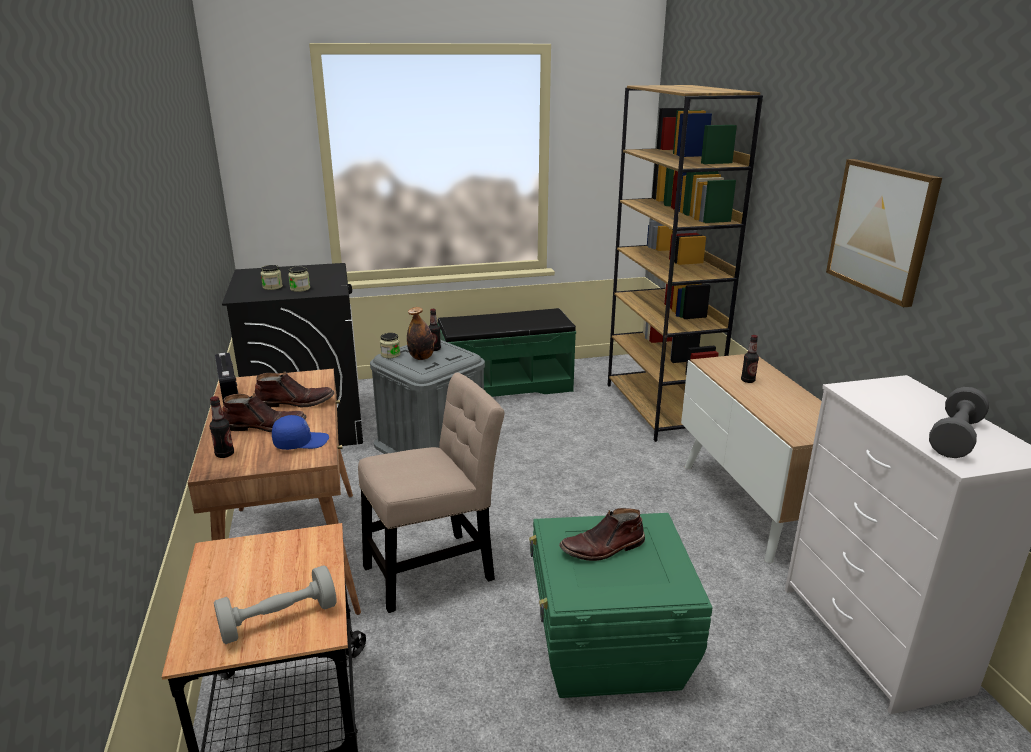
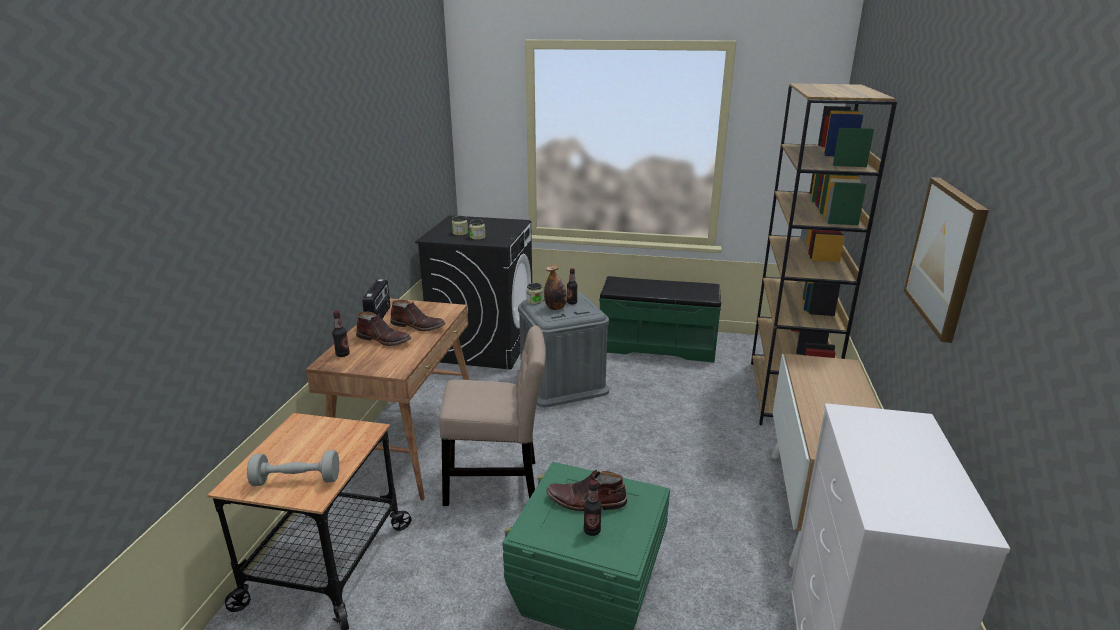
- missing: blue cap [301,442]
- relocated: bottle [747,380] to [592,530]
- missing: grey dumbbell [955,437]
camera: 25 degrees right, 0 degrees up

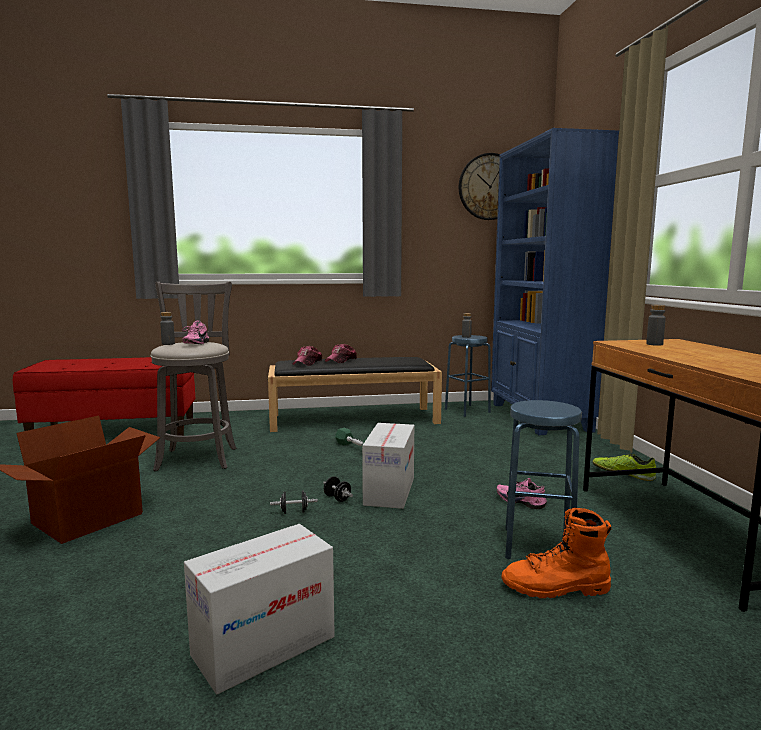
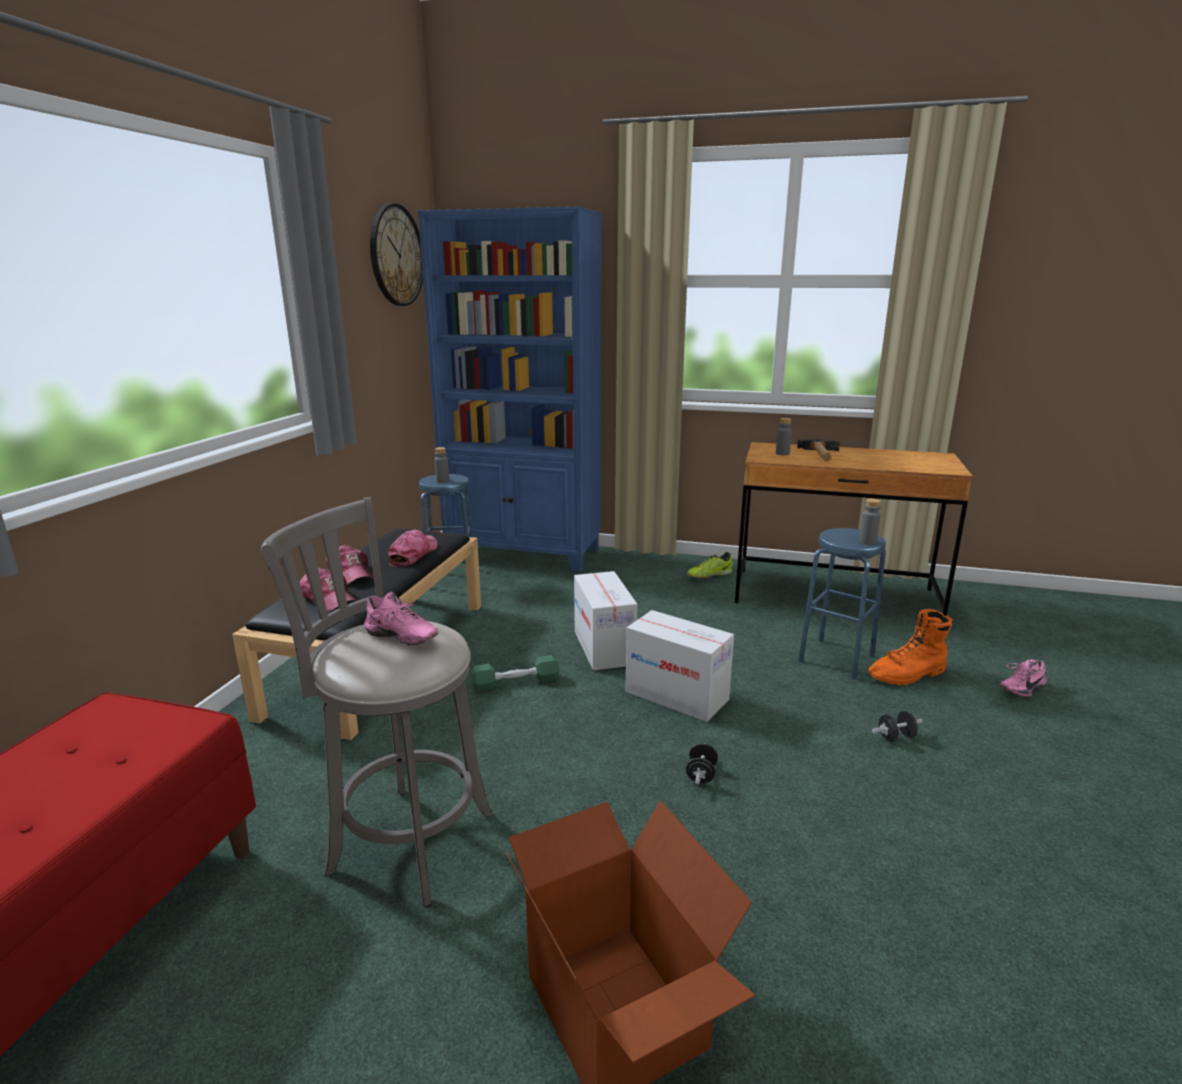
- relocated: grey bottle [168,344] to [867,541]
- relocated: cardboard box [264,646] to [604,648]
- relocated: black dumbbell [337,498] to [896,737]
- relocated: pink shoe [521,502] to [1020,688]
- spun: orange boot [556,588] = [908,675] 45 degrees clockwise
- appeared: cap [413,554]
- appeared: hammer [821,455]
camera: 65 degrees left, 10 degrees up

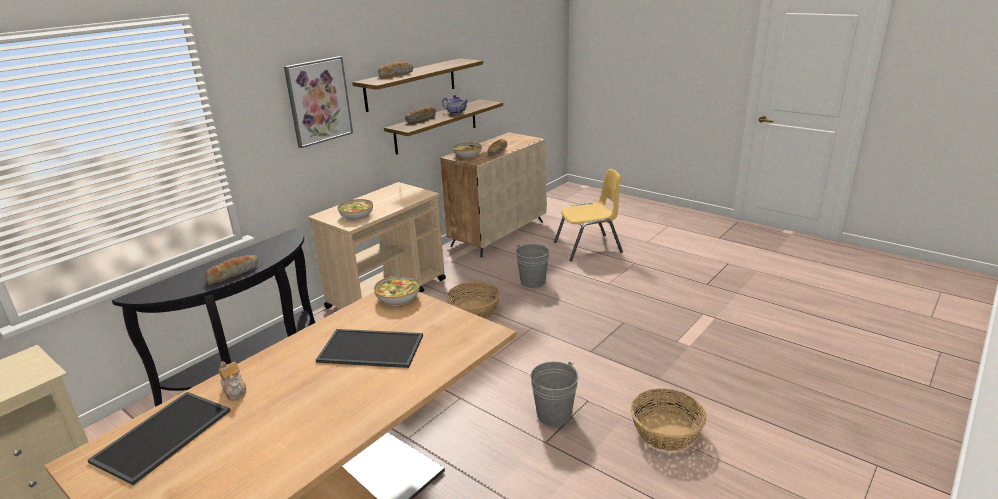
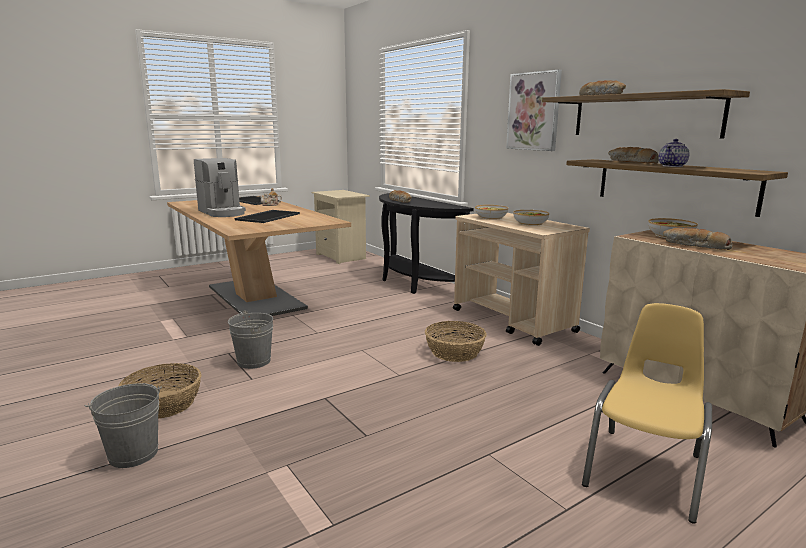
- relocated: bowl [398,298] to [530,223]
- relocated: grey bucket [532,281] to [133,454]
- spun: yellow chair [588,247] = [645,471] 150 degrees counterclockwise
- appeared: coffee machine [222,212]
camera: 105 degrees right, 10 degrees down

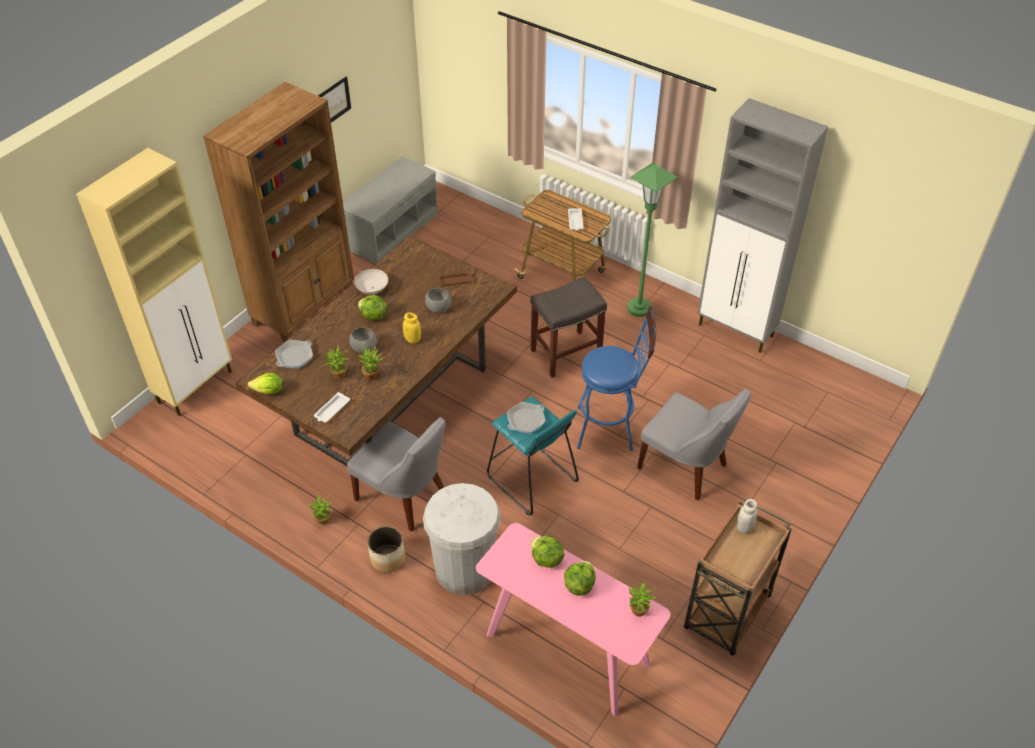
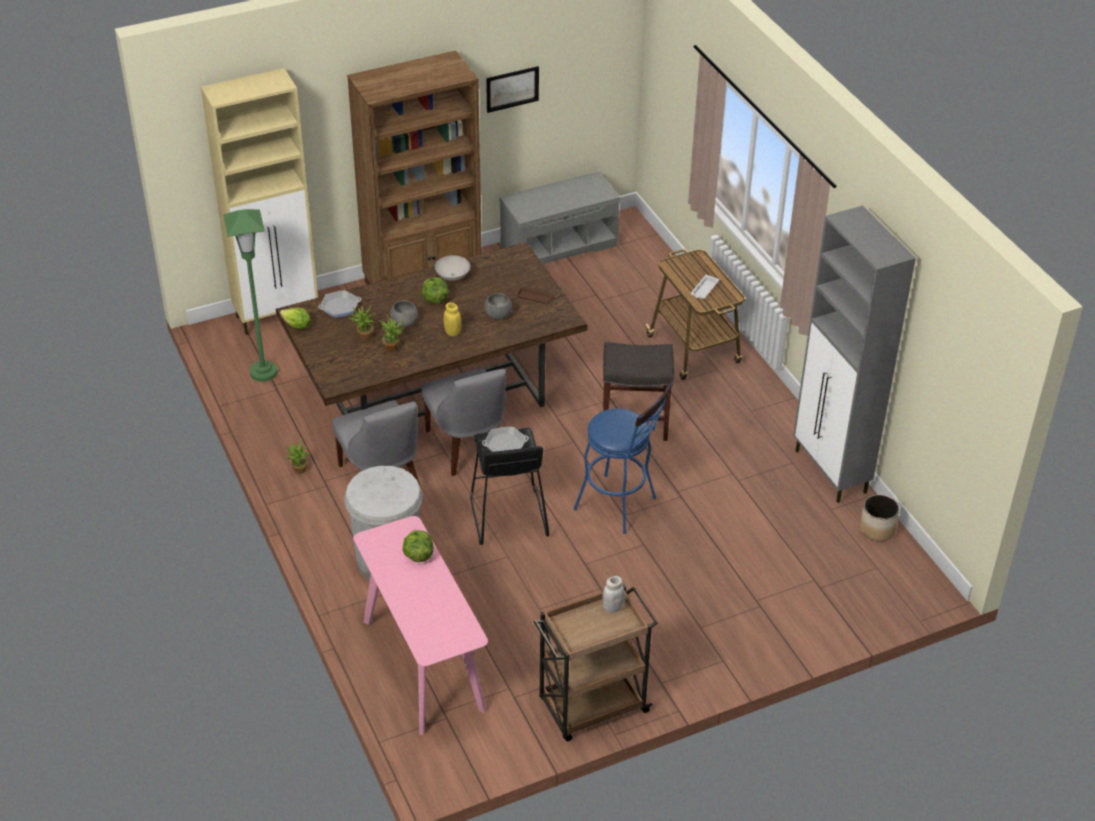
- missing: white tray [331,410]
- relocated: planter [388,558] to [877,530]
- colour: turquoise stool [531,479] to black stool [508,516]
- missing: lettuce [579,585]
- relocated: green floor lamp [639,308] to [263,372]
- missing: potted plant [638,613]
- relocated: grey chair [686,468] to [468,448]
camera: 30 degrees right, 5 degrees down

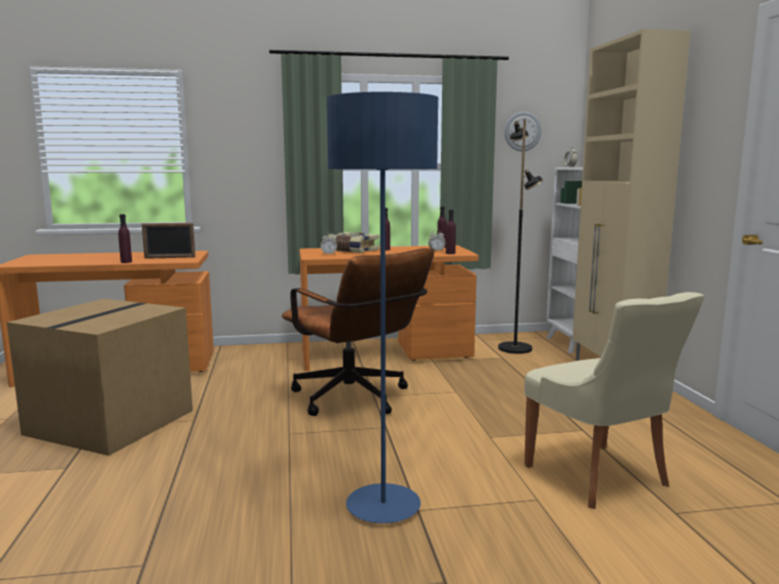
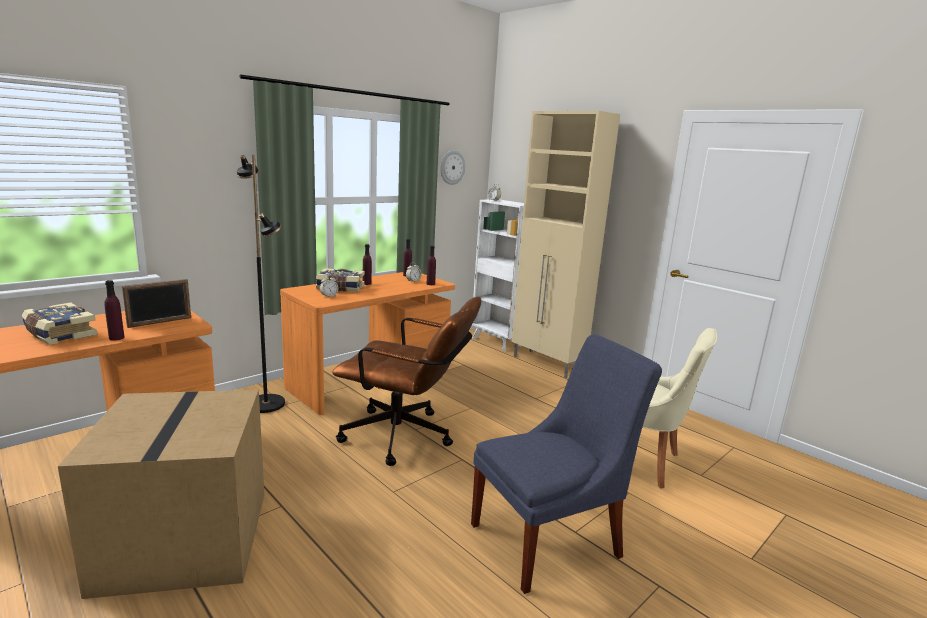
- exchanged: blue floor lamp [383,506] to blue chair [551,538]
- relocated: black floor lamp [515,348] to [266,404]
- appeared: book [59,334]
camera: 35 degrees left, 5 degrees up

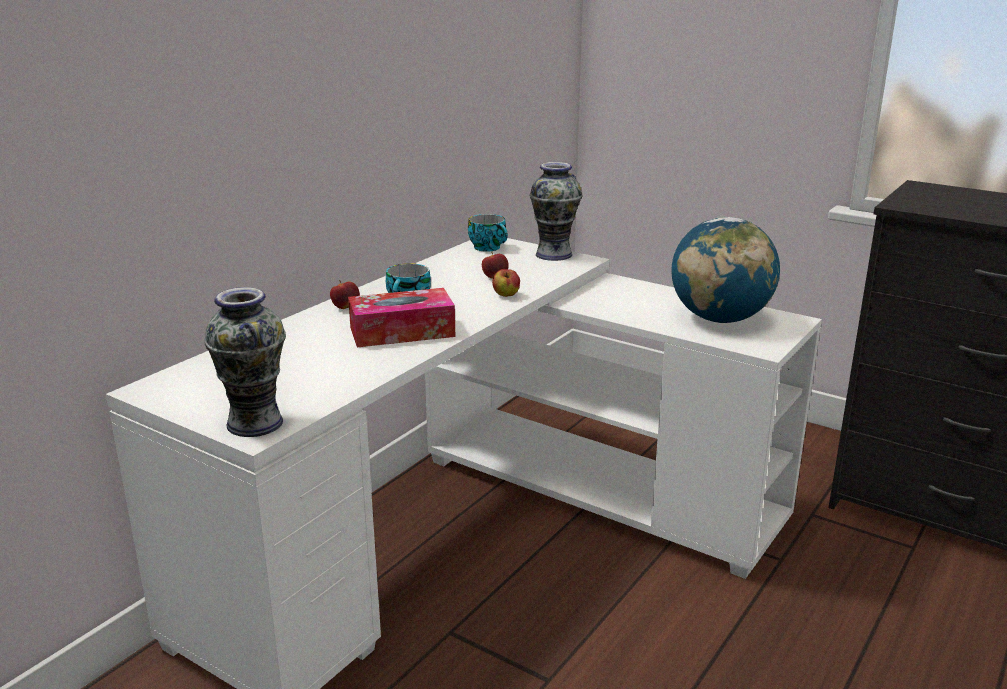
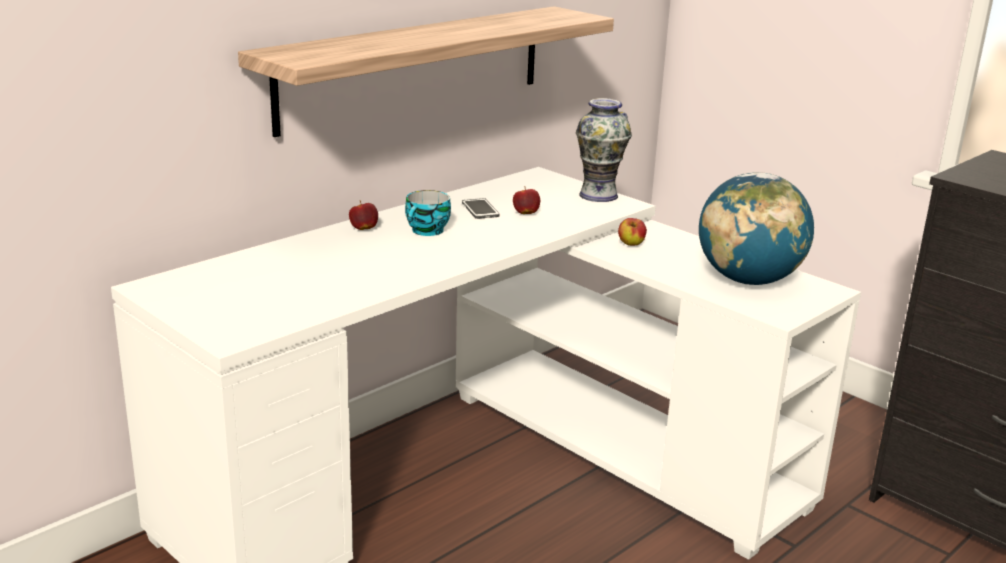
- missing: vase [254,423]
- missing: tissue box [402,332]
- missing: cup [489,248]
- relocated: apple [506,295] to [631,244]
- appeared: shelf [415,67]
- appeared: phone [480,210]
camera: 10 degrees right, 0 degrees up

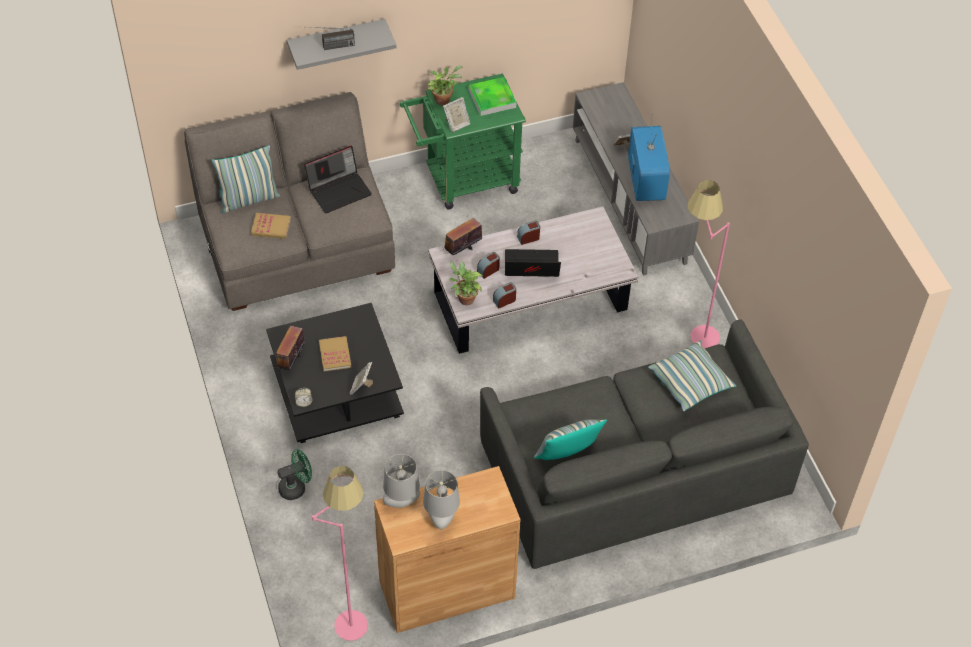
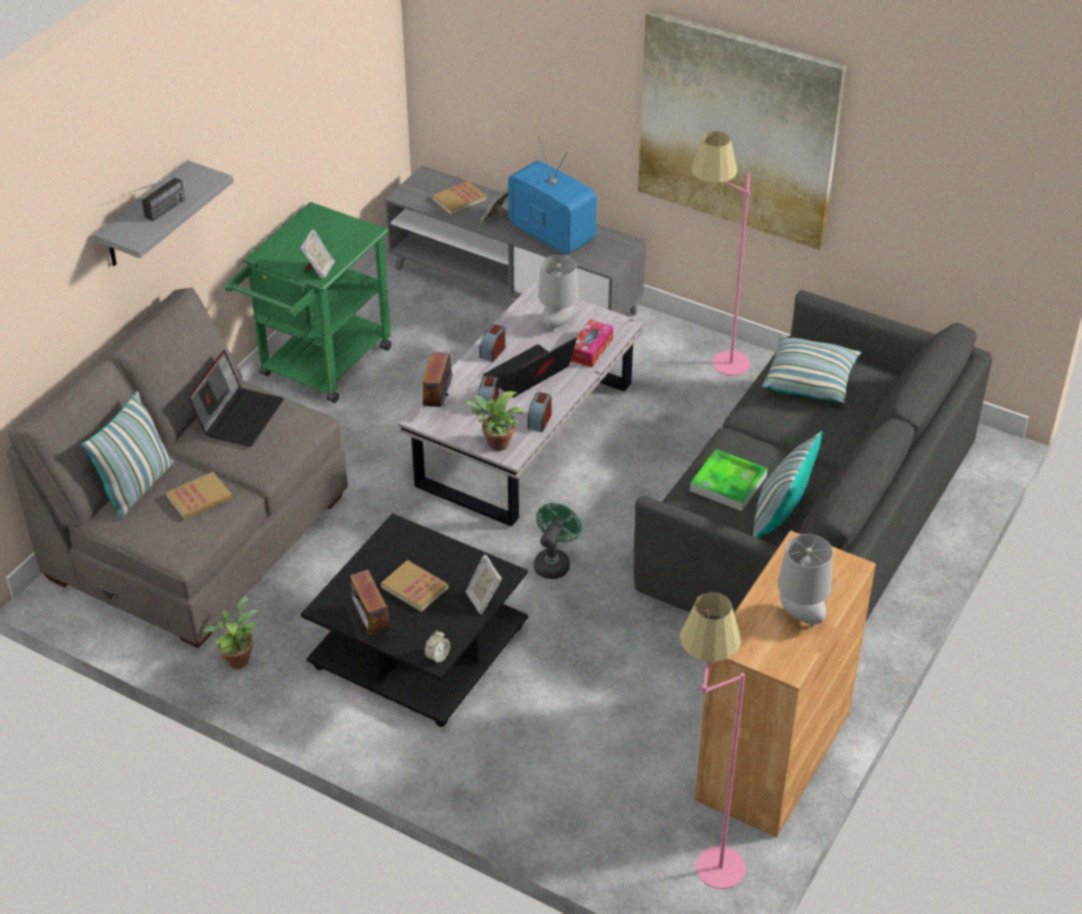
- relocated: green fan [296,487] to [554,562]
- relocated: grey table lamp [402,502] to [558,324]
- relocated: potted plant [443,99] to [237,658]
- relocated: tray [492,98] to [728,483]
- appeared: book [459,200]
- appeared: tissue box [590,349]
- appeared: picture [738,129]
camera: 40 degrees left, 10 degrees down

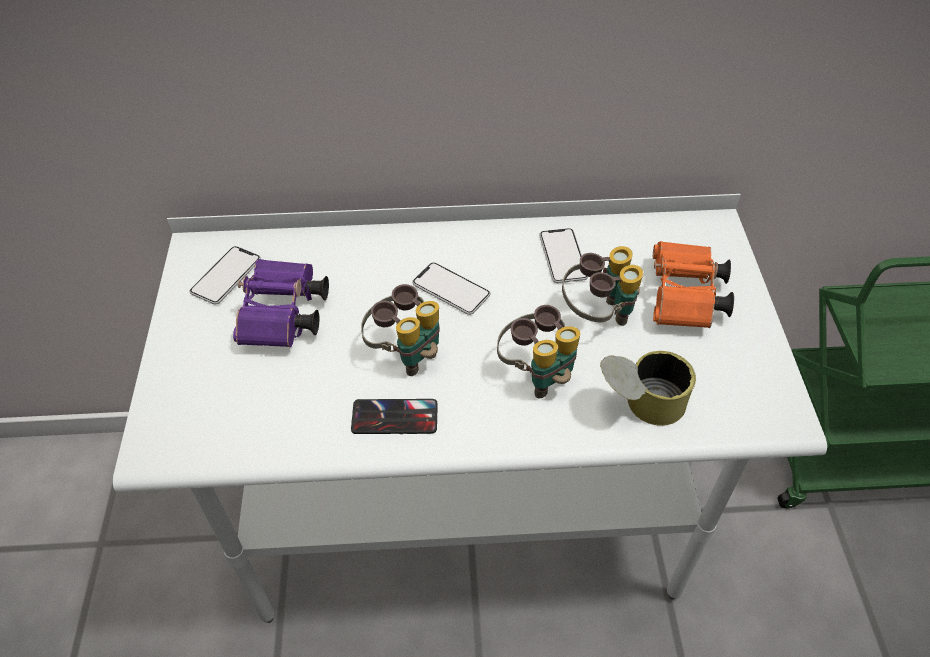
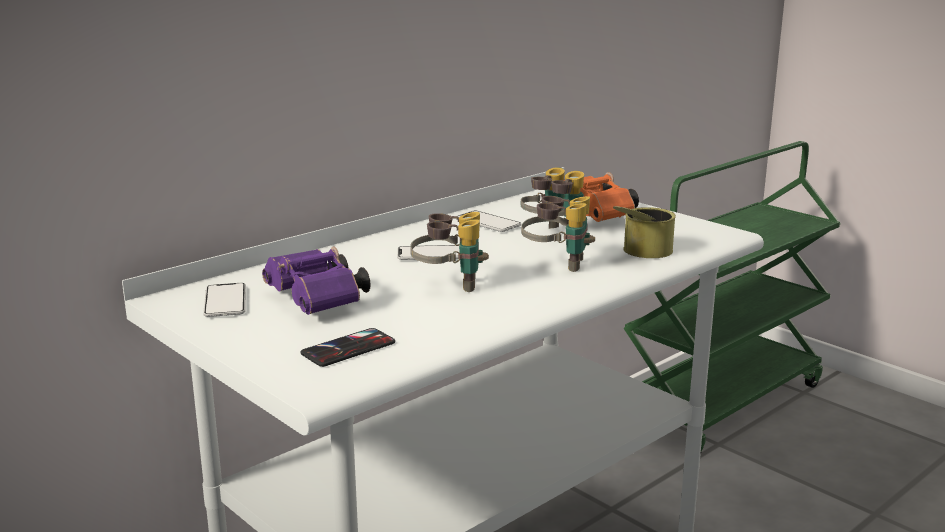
- relocated: phone [394,417] to [348,348]
camera: 40 degrees left, 30 degrees down

